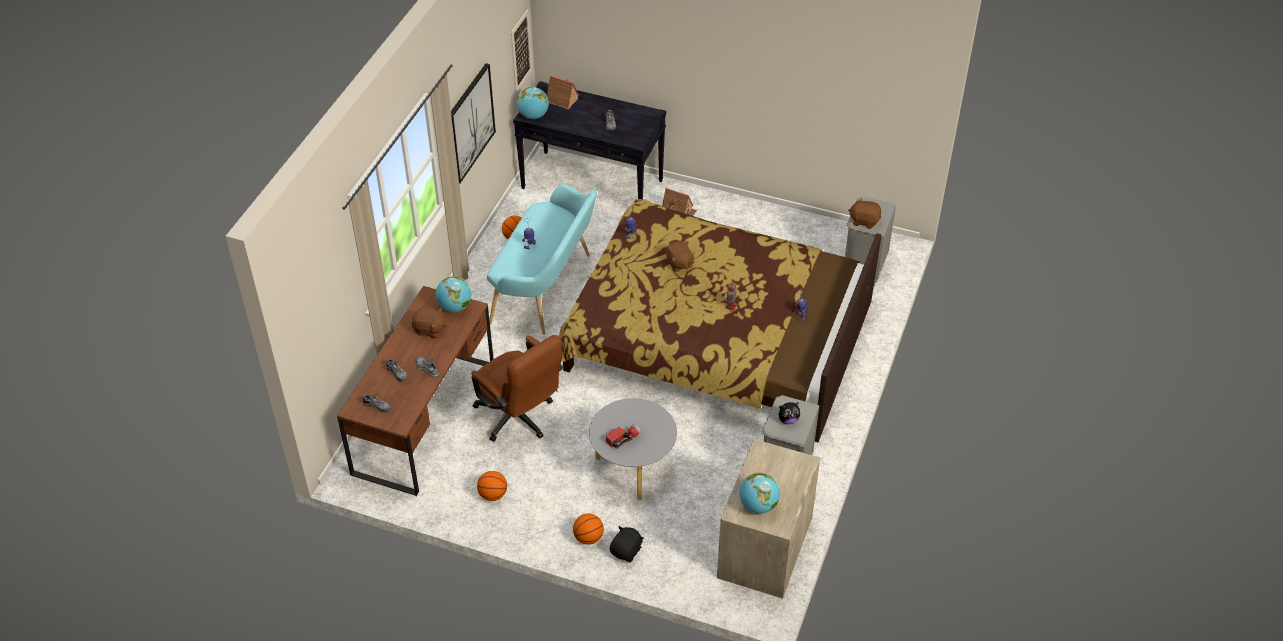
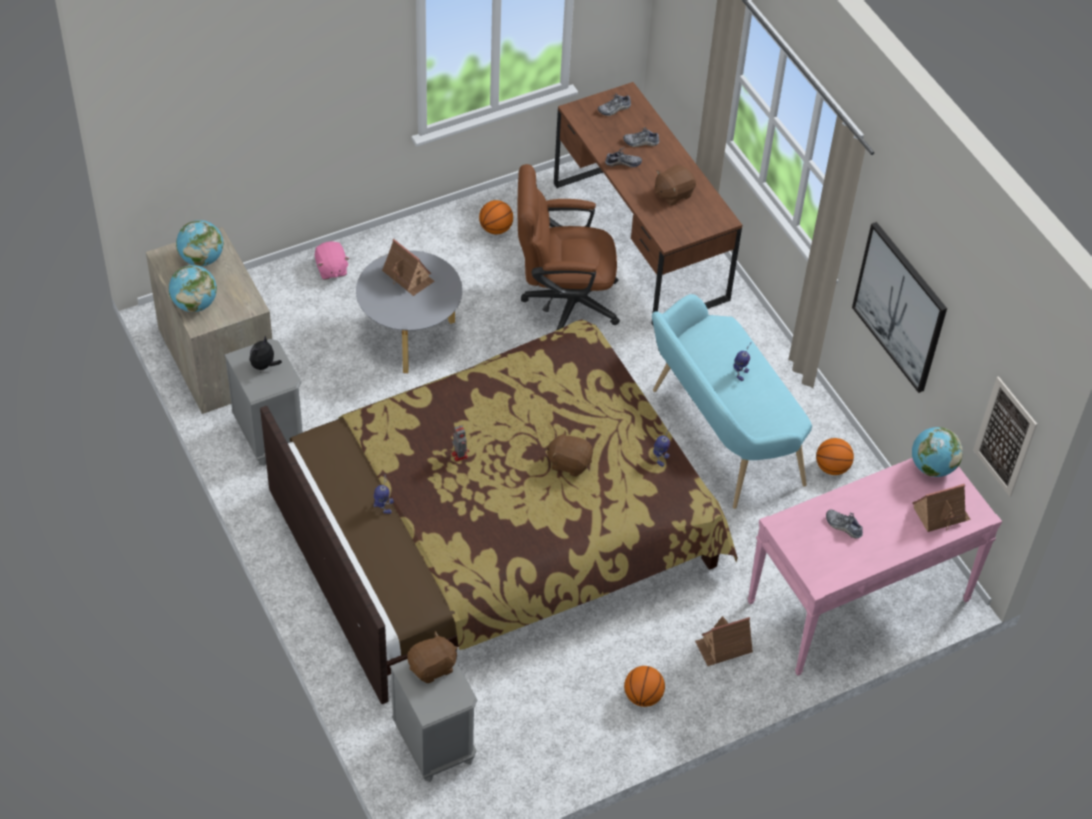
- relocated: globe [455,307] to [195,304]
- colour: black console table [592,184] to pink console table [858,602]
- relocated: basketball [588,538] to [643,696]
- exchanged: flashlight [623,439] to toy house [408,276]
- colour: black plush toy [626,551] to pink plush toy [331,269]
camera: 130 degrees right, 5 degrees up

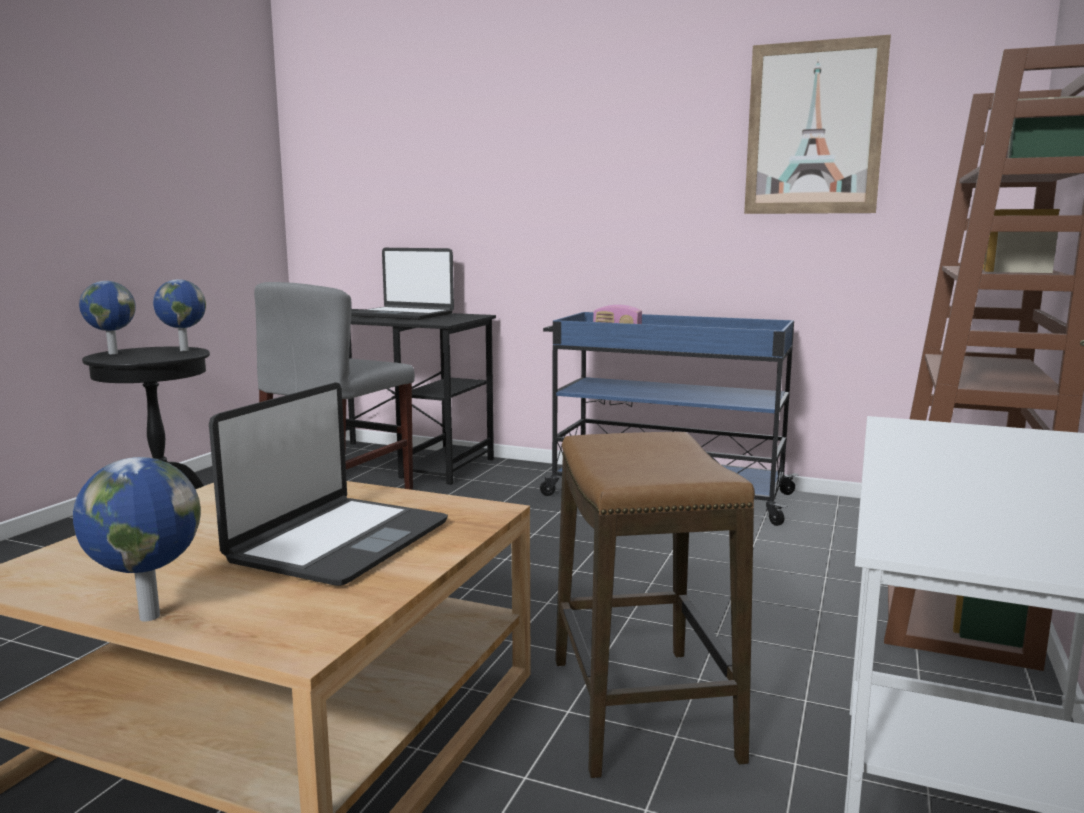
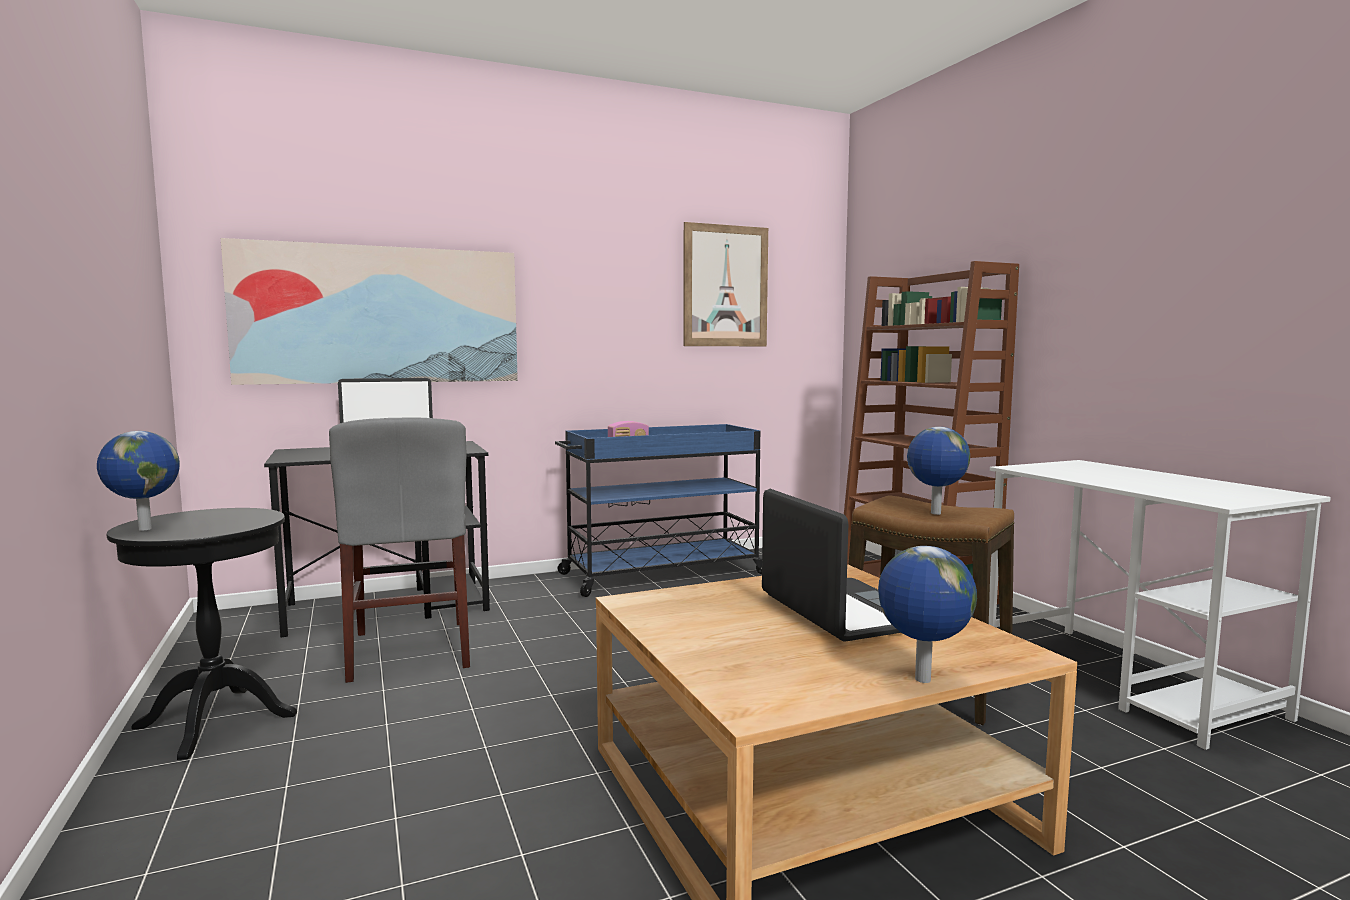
- relocated: globe [183,350] to [935,513]
- appeared: picture [380,315]
camera: 45 degrees left, 5 degrees down

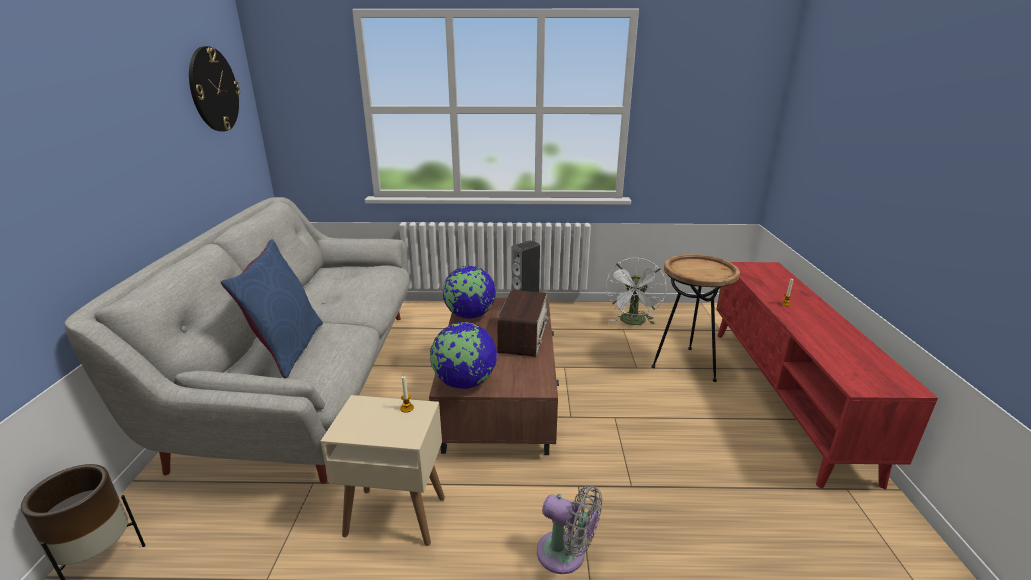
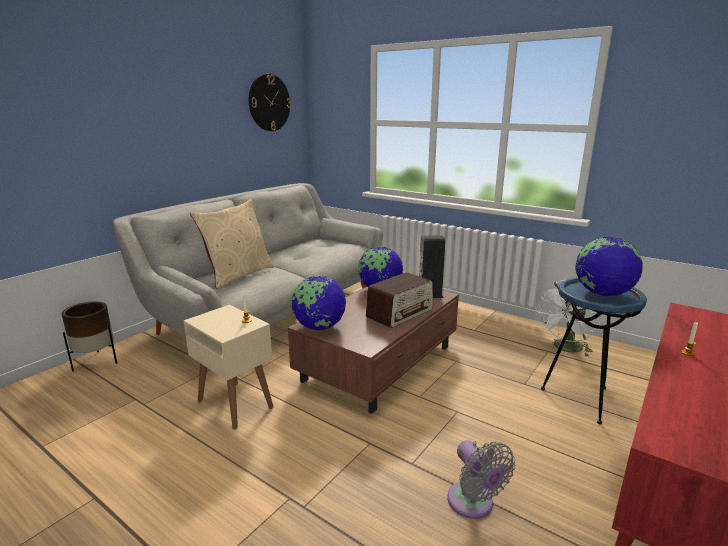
- colour: blue pillow [287,349] to beige pillow [238,275]
- relocated: grey fan [566,555] to [473,504]
- colour: brown side table [685,365] to blue side table [581,399]
- appeared: globe [602,294]
camera: 35 degrees right, 5 degrees down

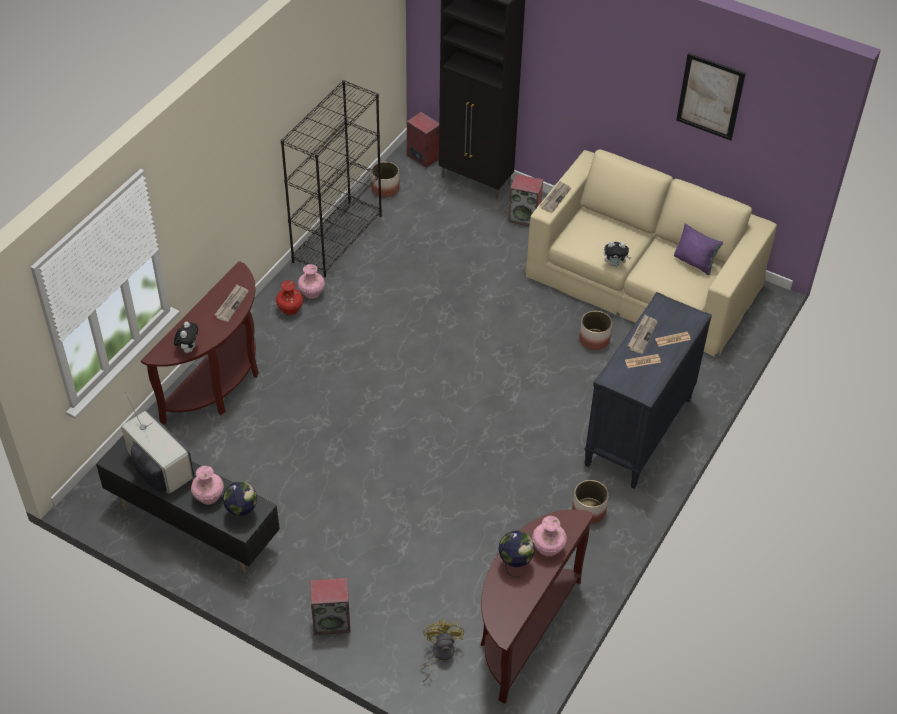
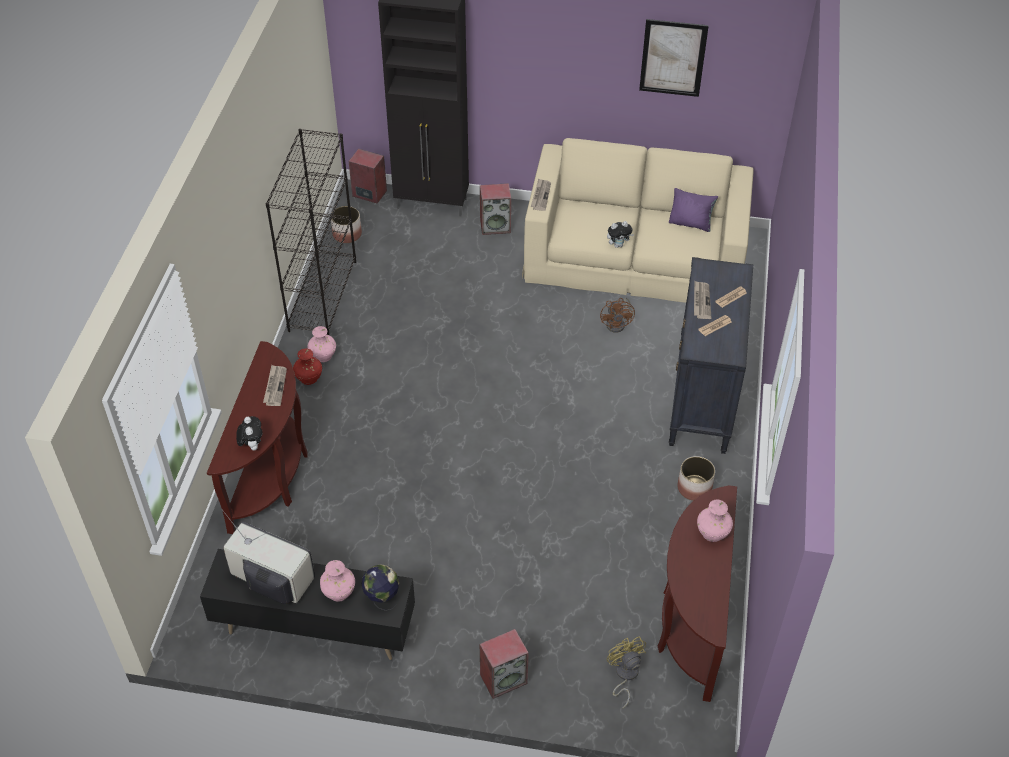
- missing: globe [515,564]
- exchanged: planter [594,339] to brown fan [618,324]
camera: 20 degrees left, 0 degrees up

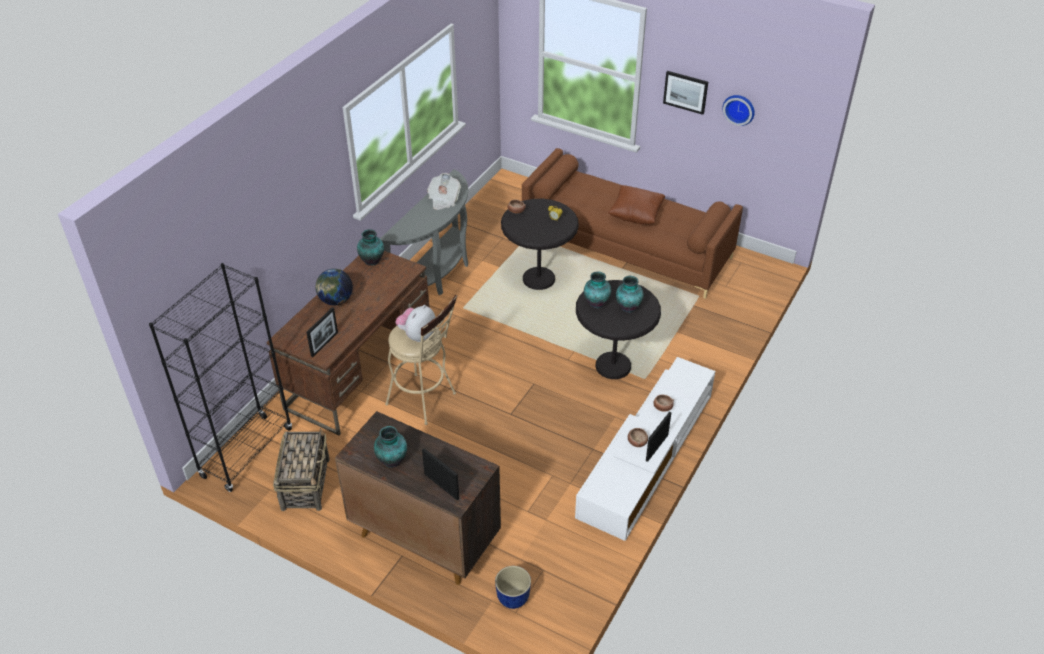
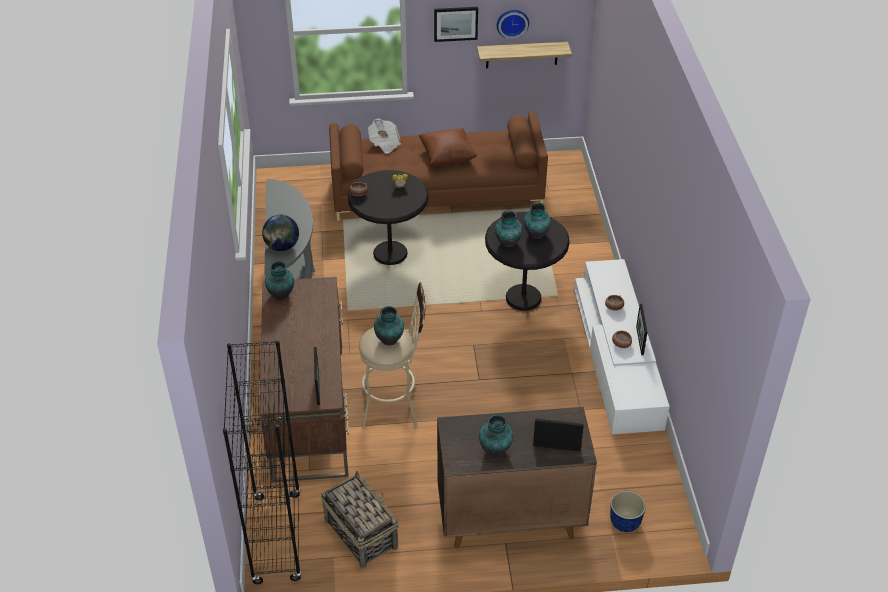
- relocated: globe [336,301] to [282,247]
- exchanged: plush toy [417,335] to vase [390,340]
- relocated: newspaper [443,199] to [384,143]
- appeared: shelf [522,55]
camera: 35 degrees left, 0 degrees up

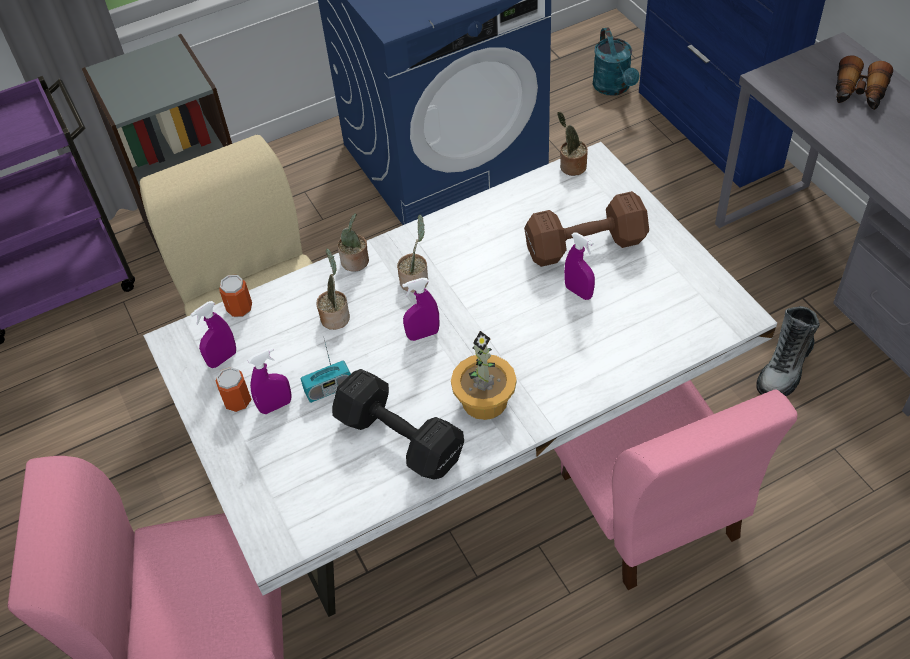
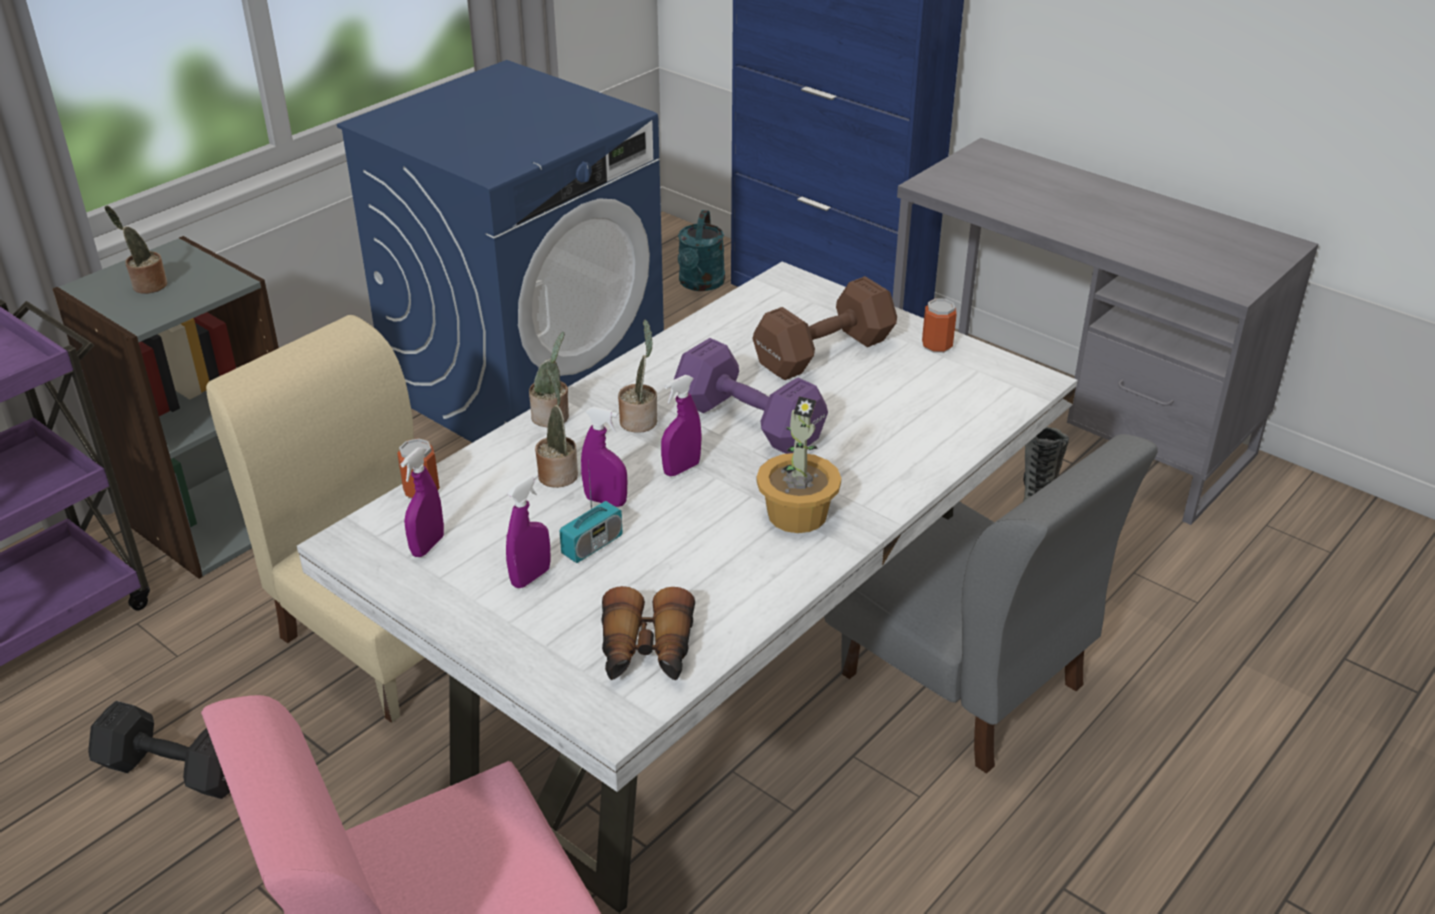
- relocated: can [238,401] to [937,346]
- relocated: black dumbbell [398,436] to [173,768]
- colour: pink chair [648,506] to grey chair [962,681]
- relocated: potted plant [571,167] to [147,286]
- relocated: purple spray bottle [578,292] to [605,501]
- spun: turquoise watering can [614,88] = [700,284] 45 degrees clockwise
- relocated: binoculars [858,94] to [646,653]
- appeared: purple dumbbell [751,424]
camera: 25 degrees left, 15 degrees down

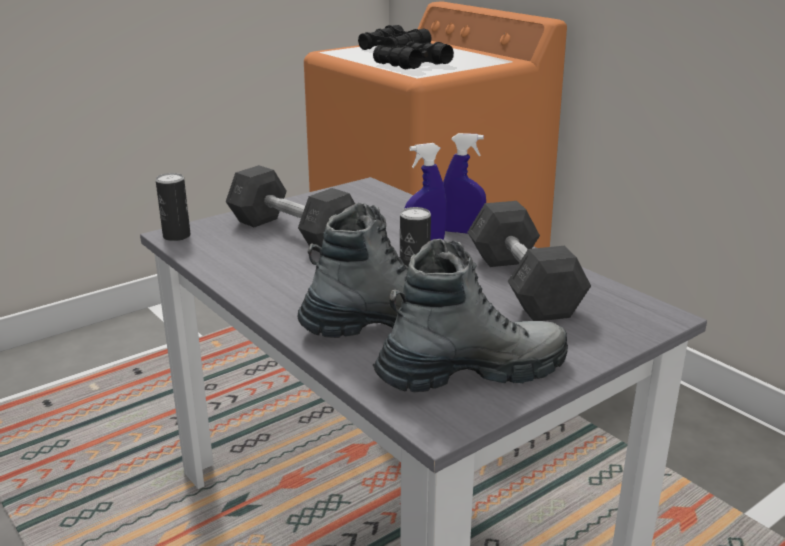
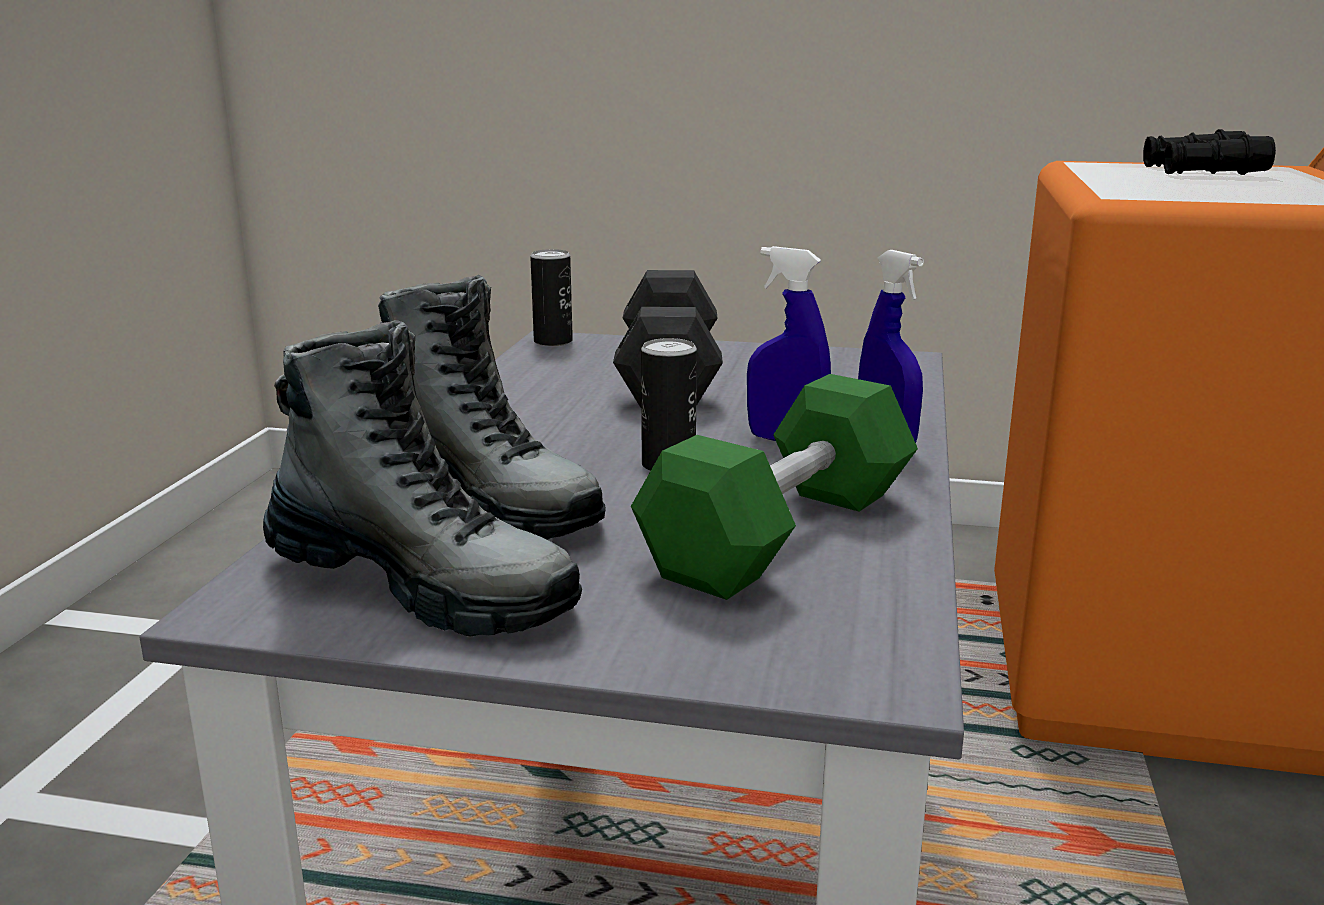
- missing: black binoculars [412,65]
- colour: grey dumbbell [522,285] to green dumbbell [781,533]
camera: 50 degrees right, 5 degrees down

